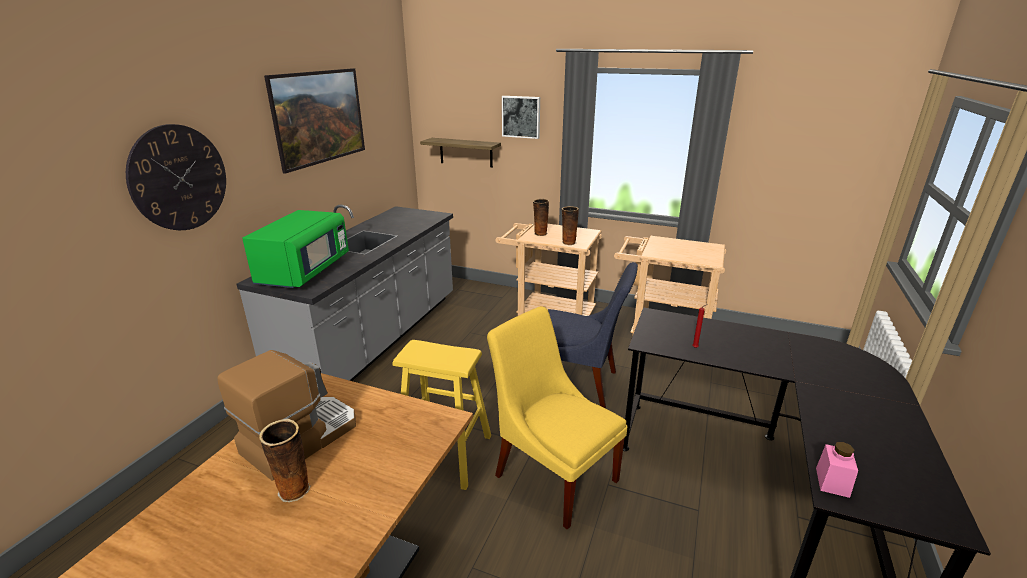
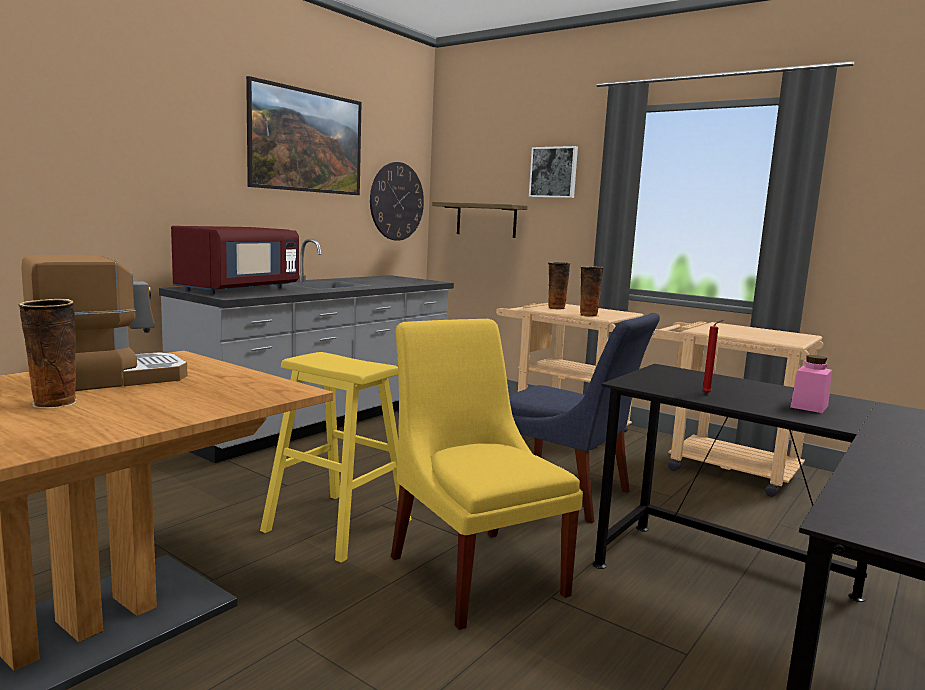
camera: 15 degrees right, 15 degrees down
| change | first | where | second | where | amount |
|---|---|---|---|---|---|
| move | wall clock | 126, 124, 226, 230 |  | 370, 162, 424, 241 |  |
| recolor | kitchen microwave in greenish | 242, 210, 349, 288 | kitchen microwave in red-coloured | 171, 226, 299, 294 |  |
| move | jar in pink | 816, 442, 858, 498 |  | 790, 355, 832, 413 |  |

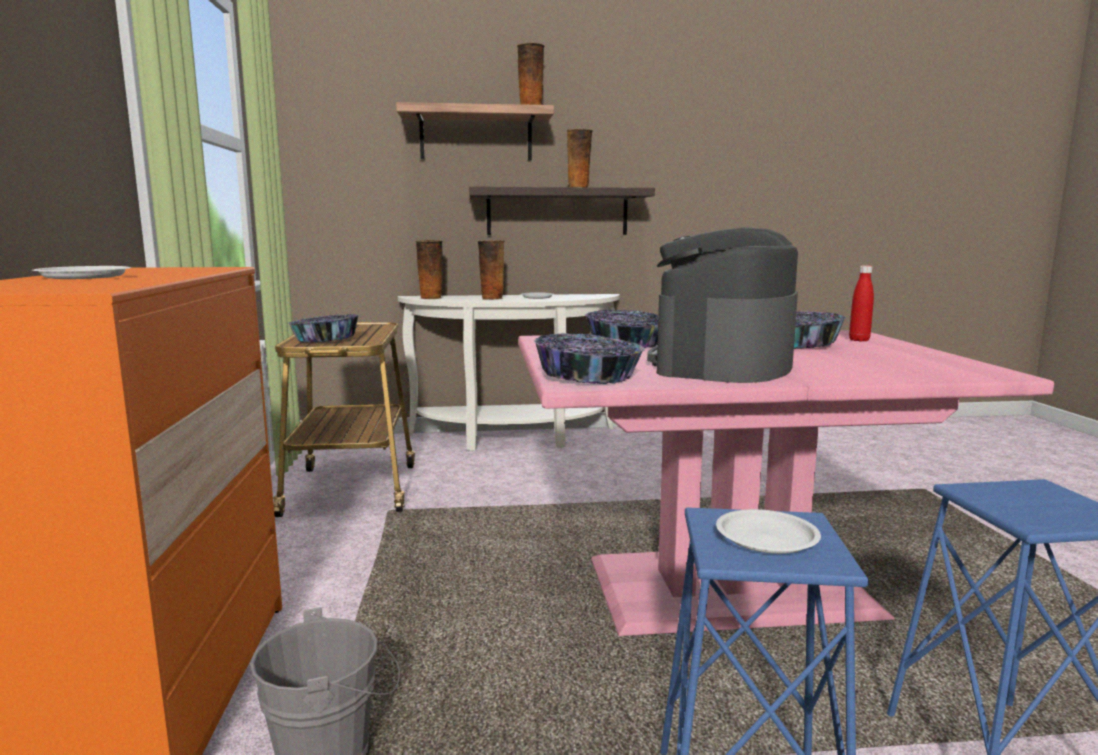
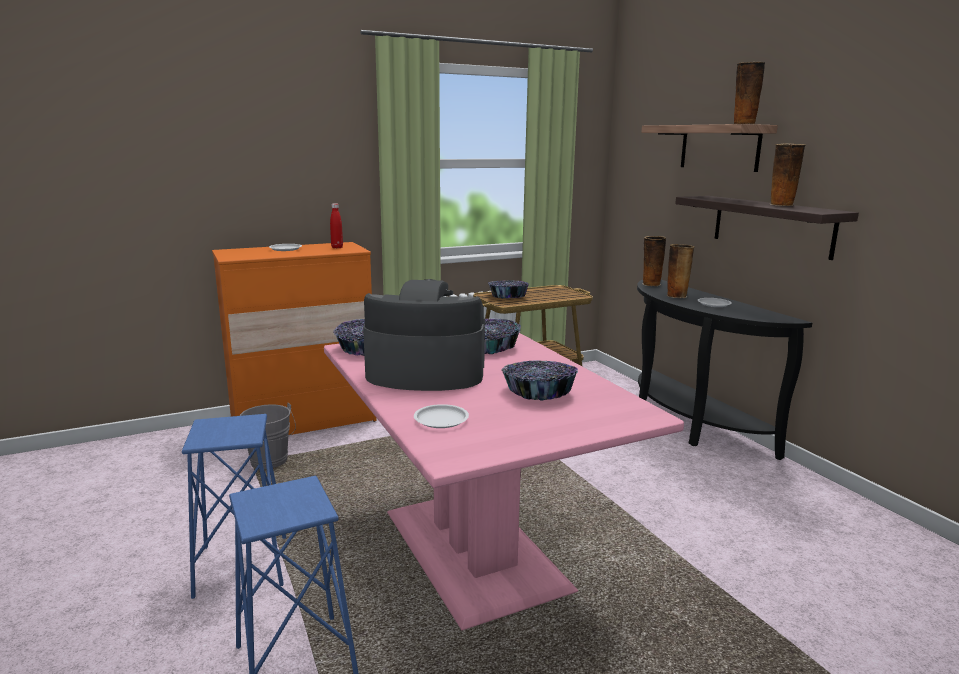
camera: 70 degrees right, 5 degrees up
| change | first | where | second | where | amount |
|---|---|---|---|---|---|
| recolor | console table in white | 398, 294, 620, 451 | console table in black | 637, 280, 812, 460 |  |
| move | plate in white | 716, 509, 821, 554 |  | 414, 404, 469, 428 |  |
| move | bottle in red-coloured | 849, 266, 874, 341 |  | 330, 203, 343, 248 |  |

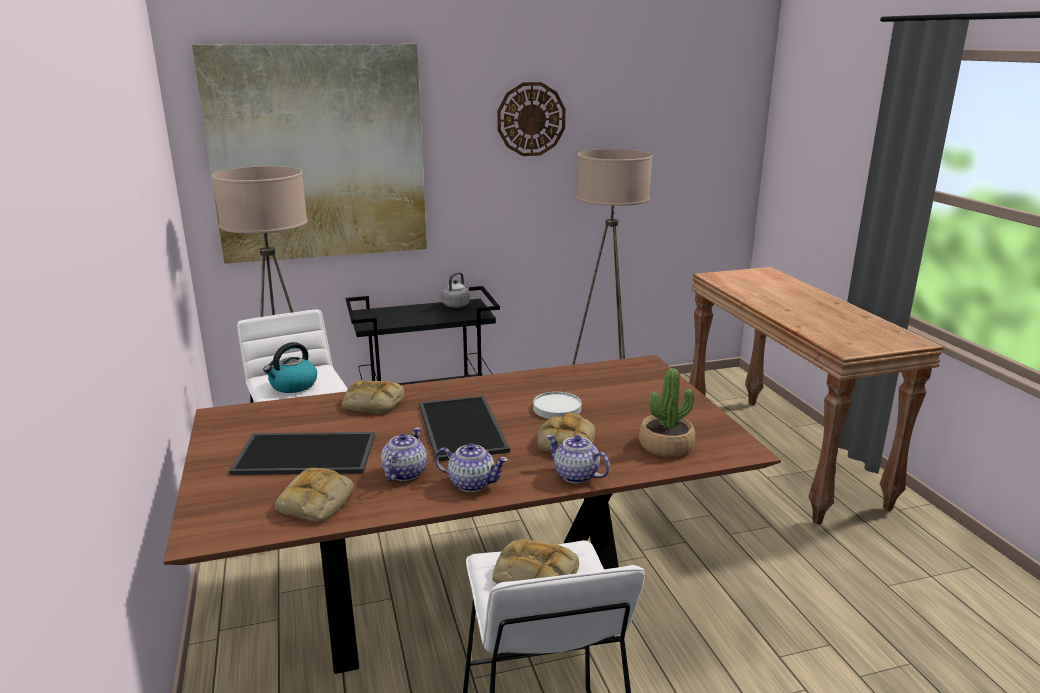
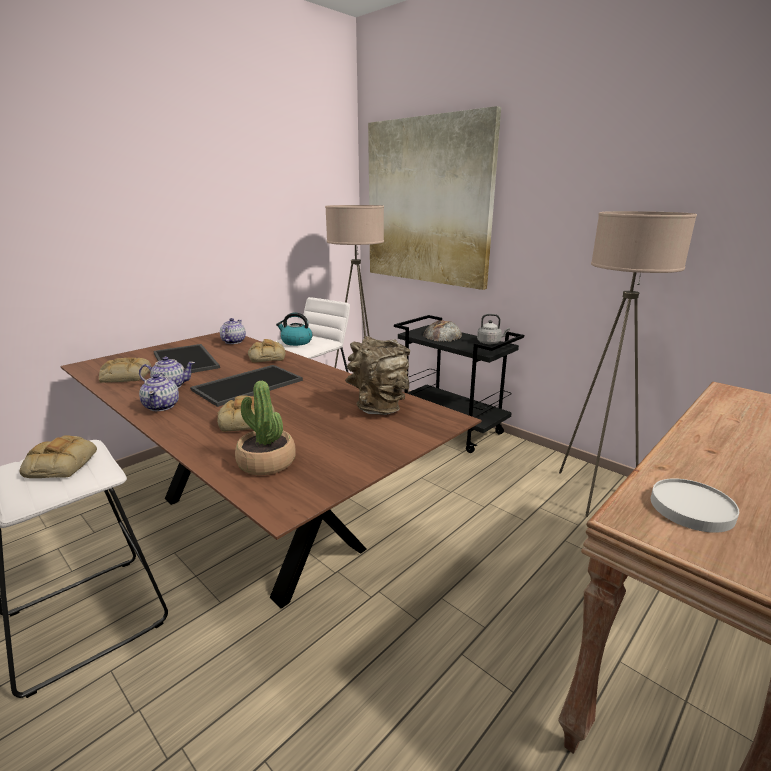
camera: 60 degrees right, 0 degrees up
| change | first | where | second | where | amount |
|---|---|---|---|---|---|
| delete | wall clock | 497, 82, 566, 156 |  |  |  |
| move | plate in white | 533, 392, 582, 419 |  | 651, 478, 739, 533 |  |
| move | teapot | 546, 435, 610, 484 |  | 220, 318, 246, 344 |  |
| insert |  |  | decorative vase in brownish | 345, 336, 410, 415 |  |
| insert |  |  | bakery bread | 423, 320, 462, 342 |  |

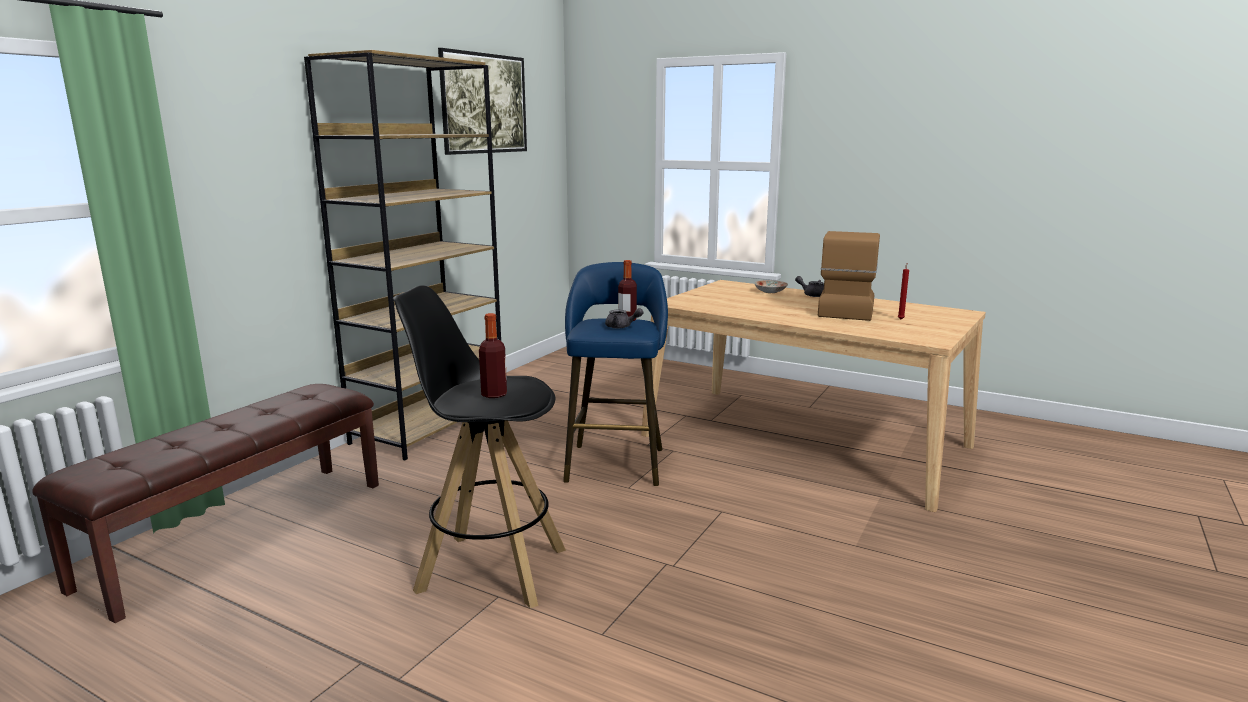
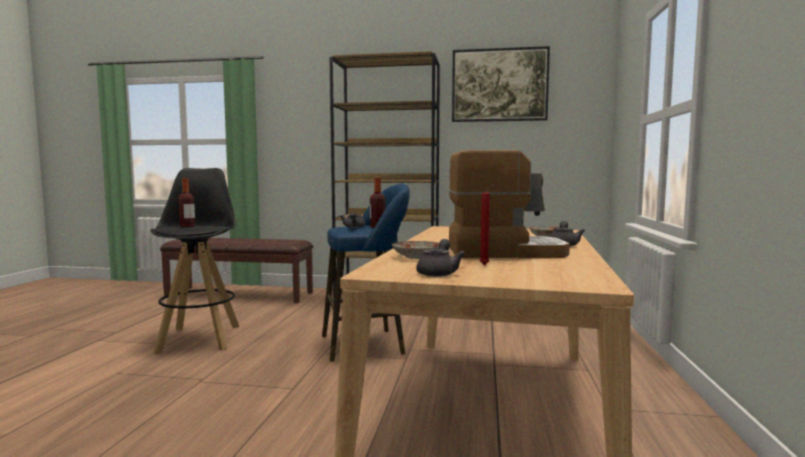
camera: 70 degrees right, 10 degrees down
| change | first | where | second | where | amount |
|---|---|---|---|---|---|
| insert |  |  | plate | 392, 241, 439, 259 |  |
| insert |  |  | teapot in greyish | 416, 239, 465, 277 |  |

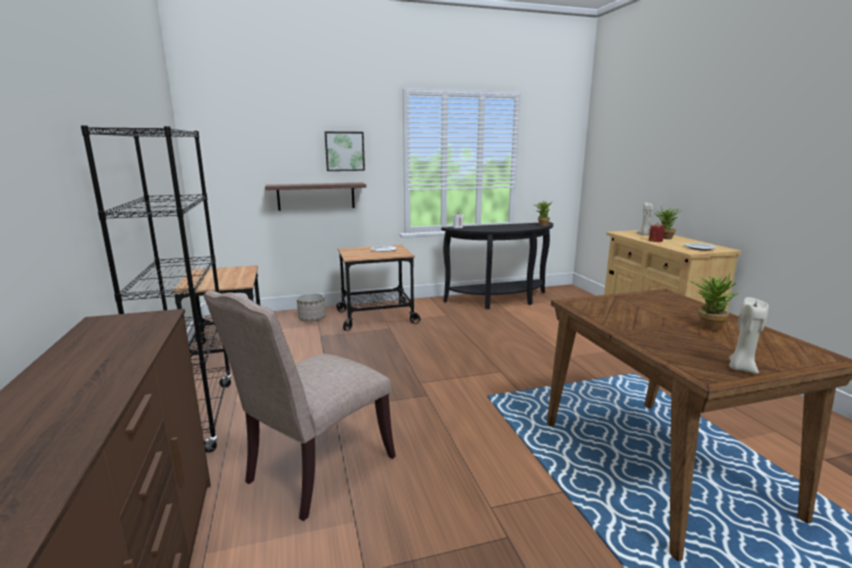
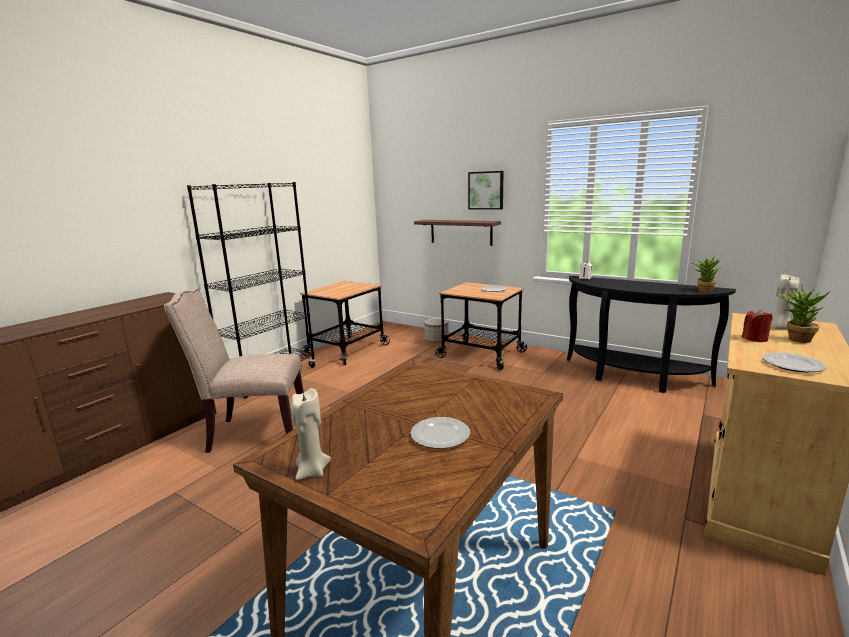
camera: 50 degrees right, 0 degrees up
| change | first | where | second | where | amount |
|---|---|---|---|---|---|
| replace | potted plant | 690, 274, 739, 331 | plate | 411, 417, 470, 449 |  |

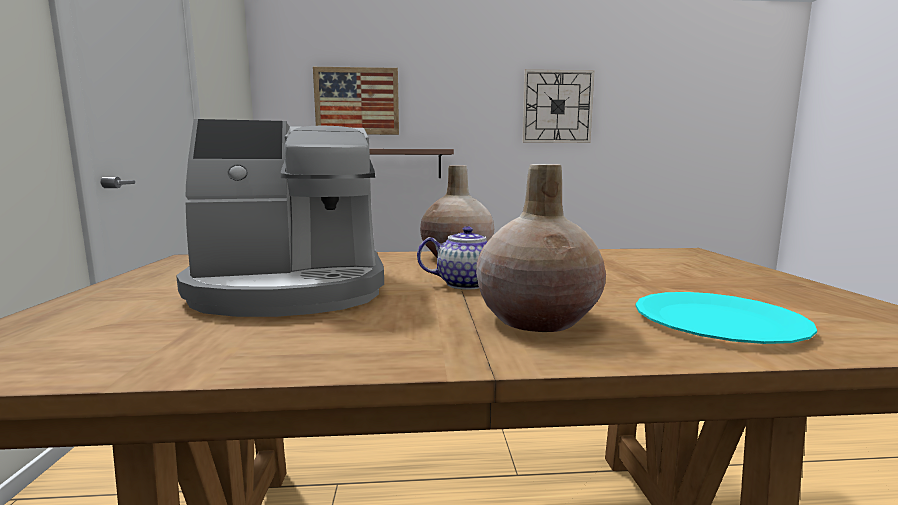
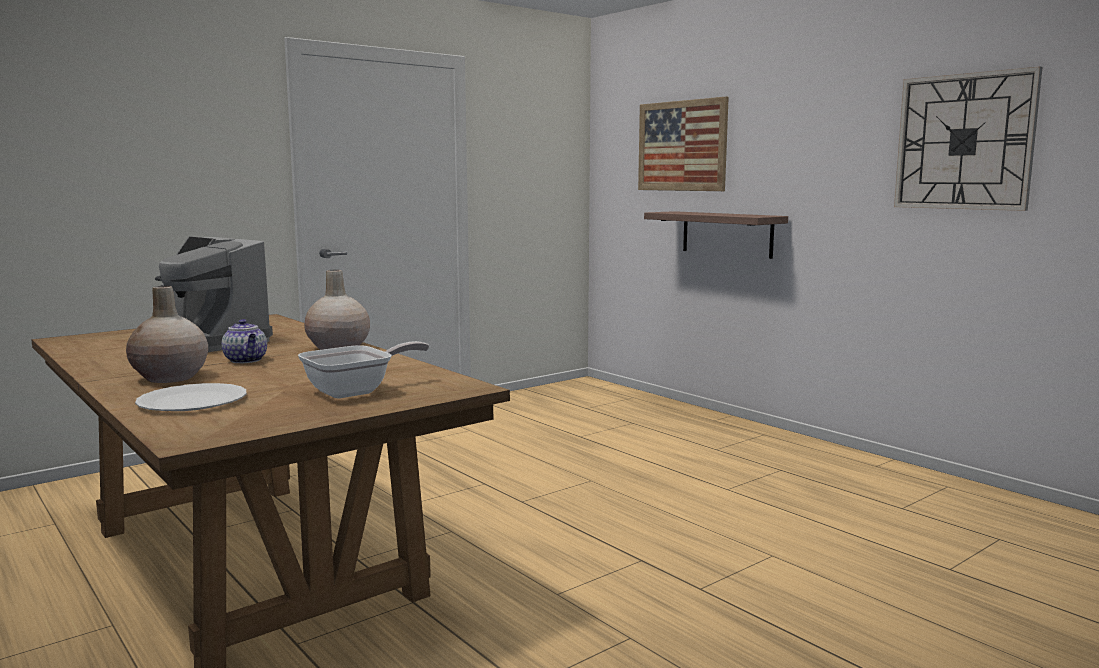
camera: 55 degrees right, 0 degrees up
| change | first | where | second | where | amount |
|---|---|---|---|---|---|
| recolor | plate in blue-green | 635, 292, 817, 344 | plate in white | 135, 383, 247, 411 |  |
| insert |  |  | skillet | 298, 341, 429, 398 |  |

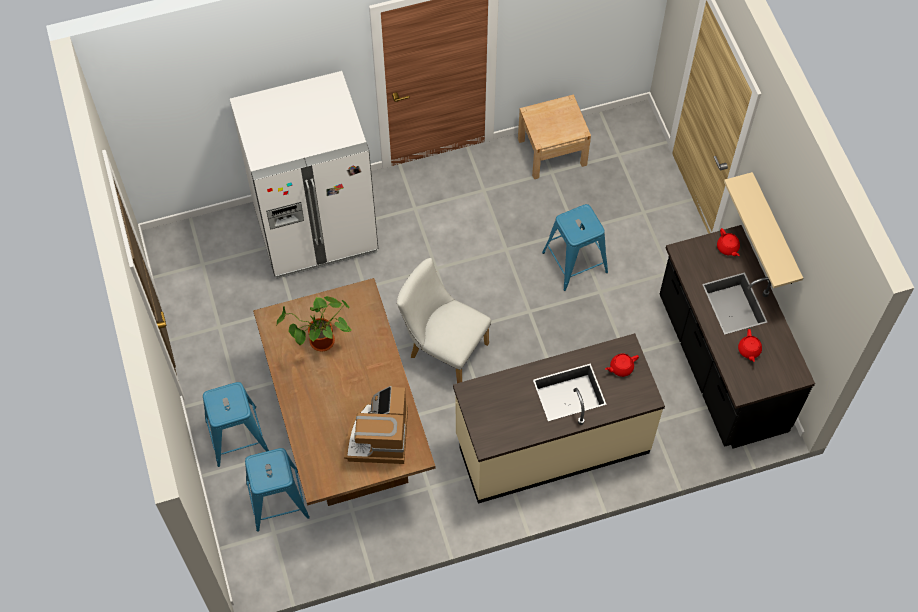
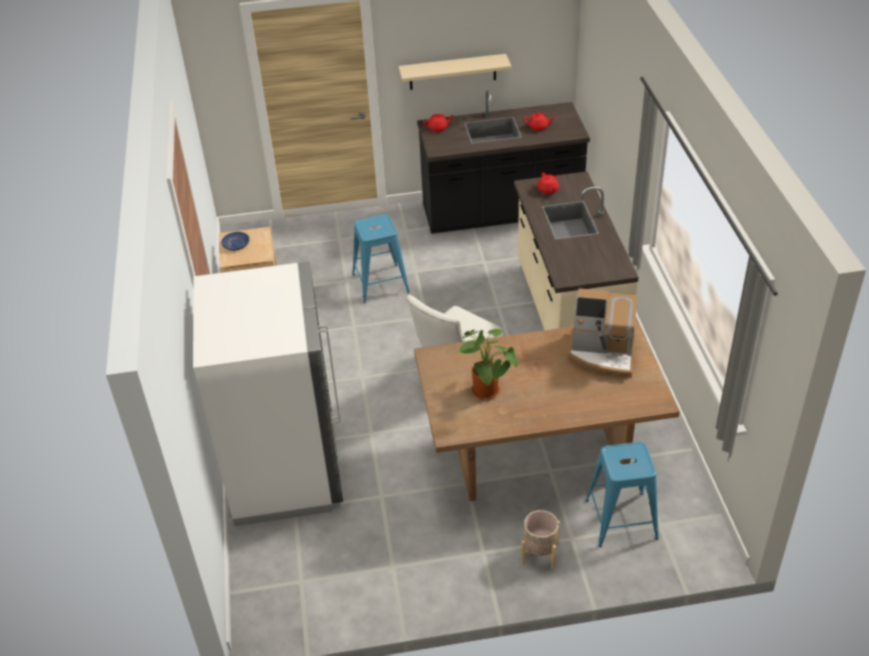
camera: 80 degrees left, 20 degrees down
| change | first | where | second | where | amount |
|---|---|---|---|---|---|
| replace | stool in blue | 203, 382, 269, 467 | planter in sand-coloured | 521, 510, 560, 570 |  |
| insert |  |  | plate in blue | 221, 232, 249, 251 |  |

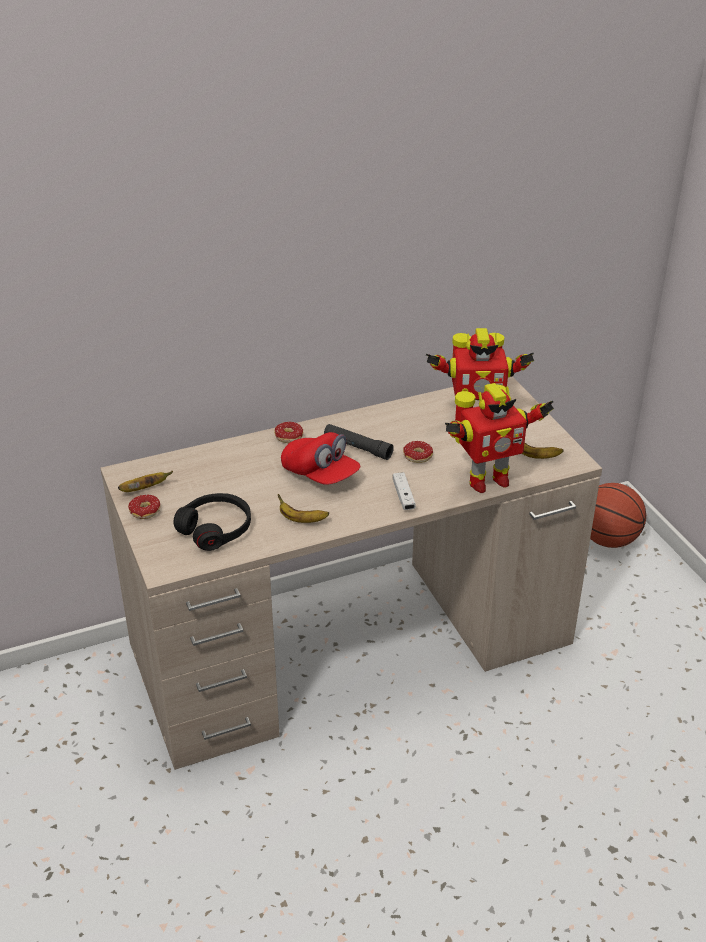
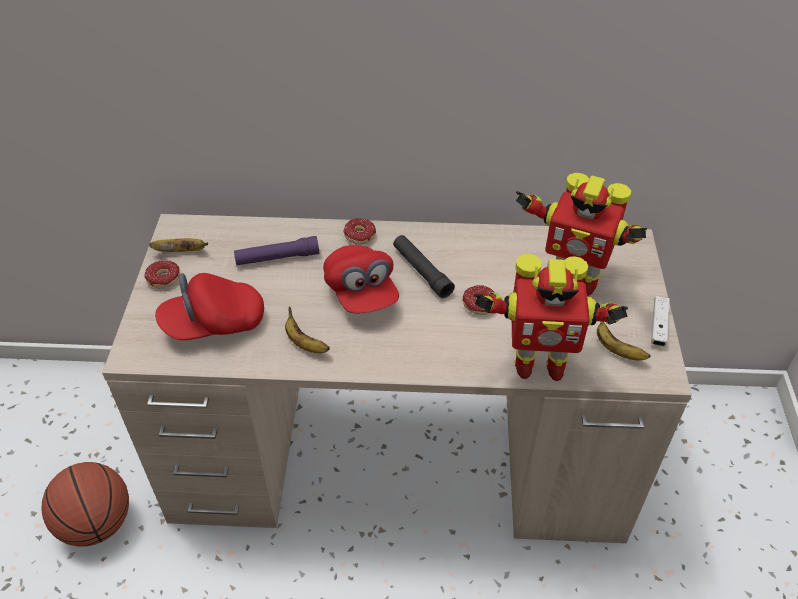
camera: 25 degrees right, 10 degrees up
| change | first | where | second | where | amount |
|---|---|---|---|---|---|
| replace | headset in black | 173, 493, 251, 551 | peaked cap in red-coloured | 155, 273, 264, 340 |  |
| move | joypad in white | 393, 472, 416, 510 |  | 651, 296, 670, 346 |  |
| move | basketball | 590, 483, 646, 548 |  | 42, 462, 129, 547 |  |
| insert |  |  | torch in purplish | 234, 236, 319, 265 |  |

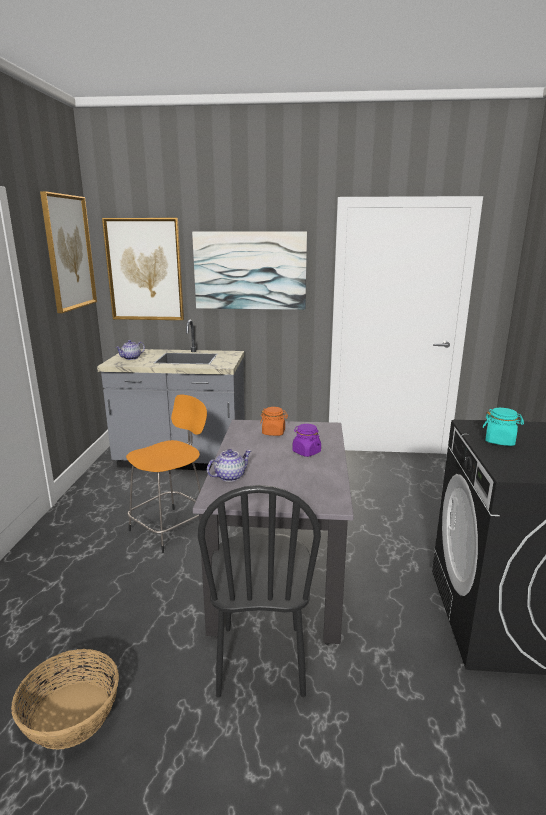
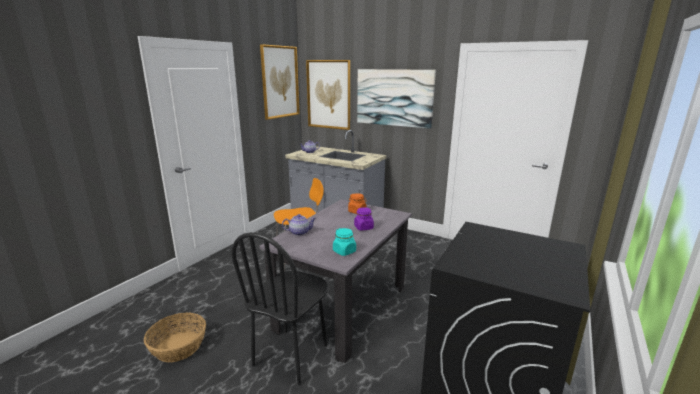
camera: 25 degrees right, 0 degrees up
| change | first | where | second | where | amount |
|---|---|---|---|---|---|
| move | jar in blue-green | 483, 408, 524, 446 |  | 333, 228, 356, 256 |  |

